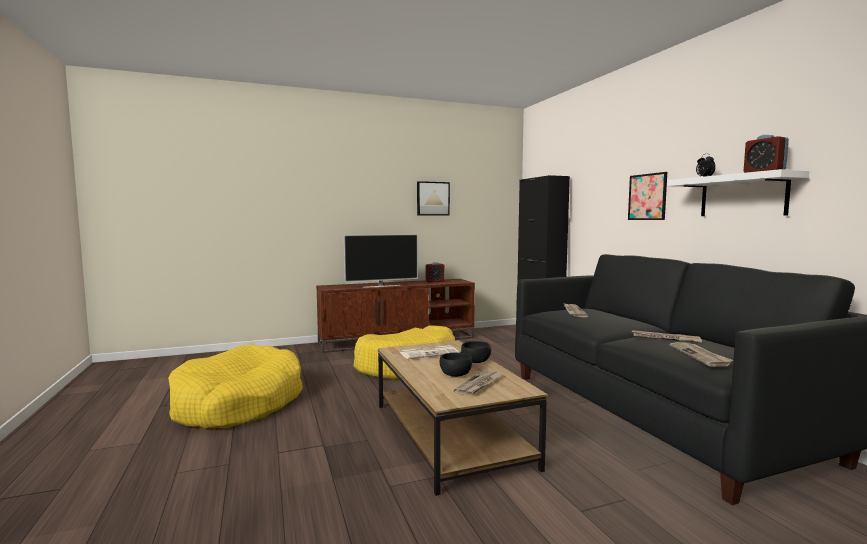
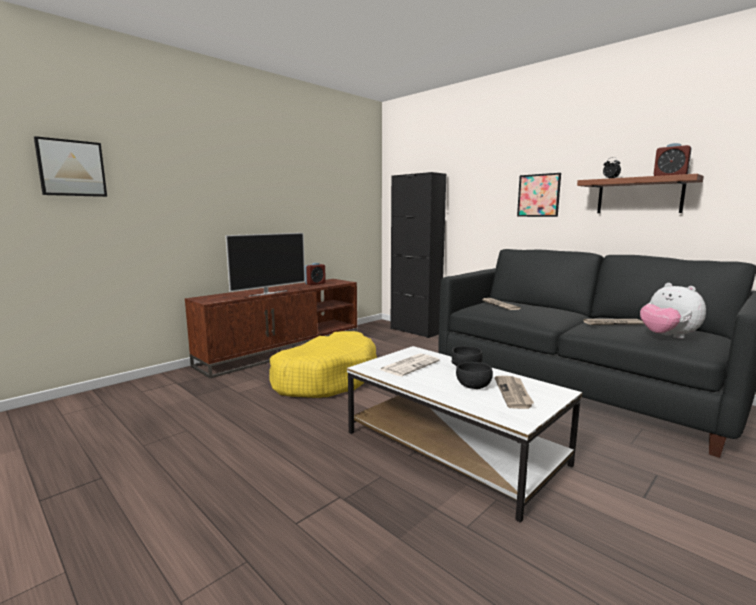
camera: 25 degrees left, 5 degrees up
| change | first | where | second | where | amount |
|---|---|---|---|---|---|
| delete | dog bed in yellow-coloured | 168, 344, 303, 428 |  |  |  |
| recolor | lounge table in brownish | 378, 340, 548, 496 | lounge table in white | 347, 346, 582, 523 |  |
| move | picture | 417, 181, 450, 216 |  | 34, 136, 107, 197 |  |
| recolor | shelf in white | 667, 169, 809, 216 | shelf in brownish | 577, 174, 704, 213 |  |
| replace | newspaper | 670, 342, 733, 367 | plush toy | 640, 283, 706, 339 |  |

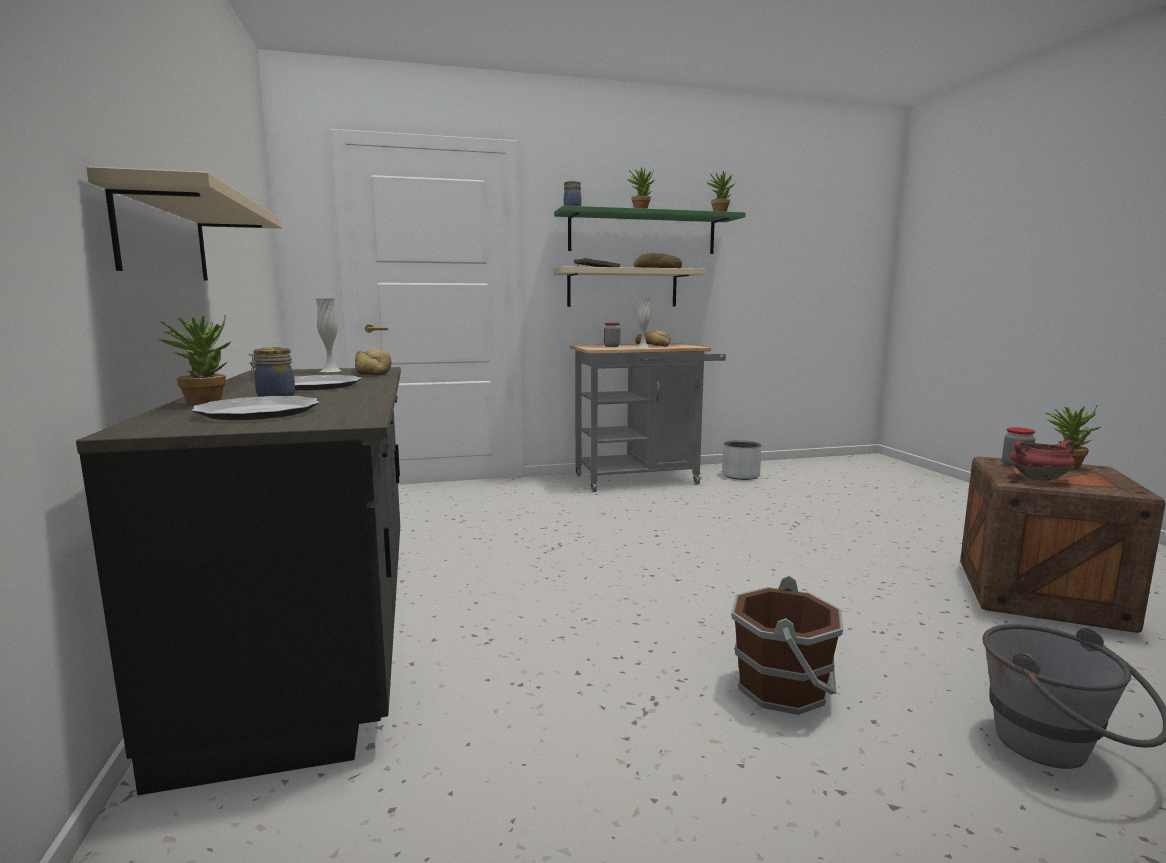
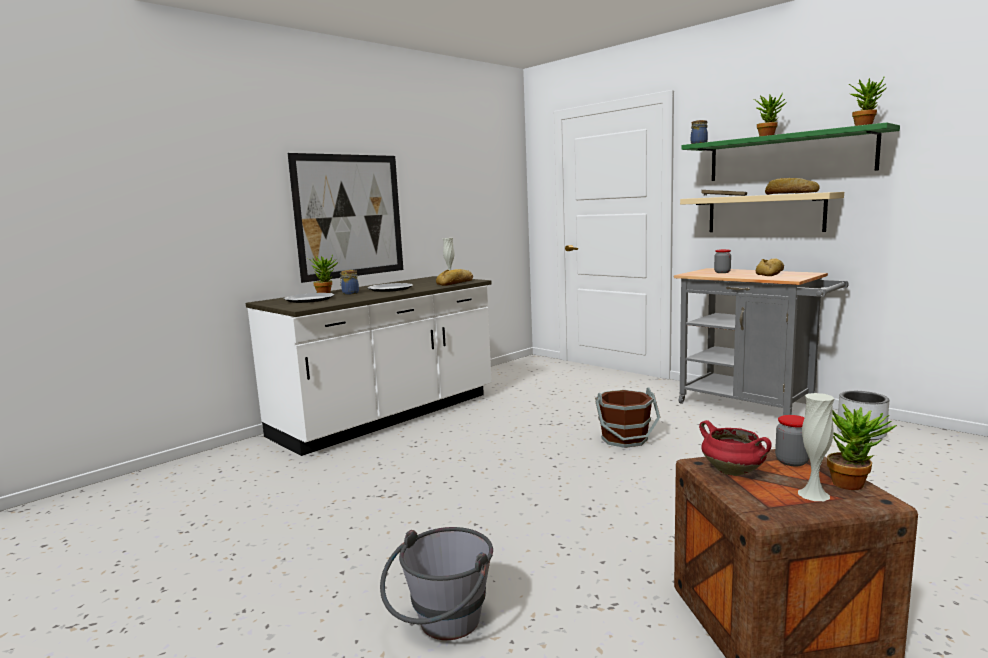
camera: 60 degrees right, 0 degrees up
| change | first | where | second | where | amount |
|---|---|---|---|---|---|
| recolor | kitchen base unit in black | 76, 367, 401, 795 | kitchen base unit in white | 246, 276, 492, 456 |  |
| replace | shelf in sand-coloured | 86, 167, 282, 281 | picture | 288, 153, 403, 283 |  |
| move | decorative vase in white | 637, 298, 650, 348 |  | 798, 393, 835, 501 |  |
| move | water bucket in brownish | 731, 576, 843, 715 |  | 595, 388, 660, 448 |  |

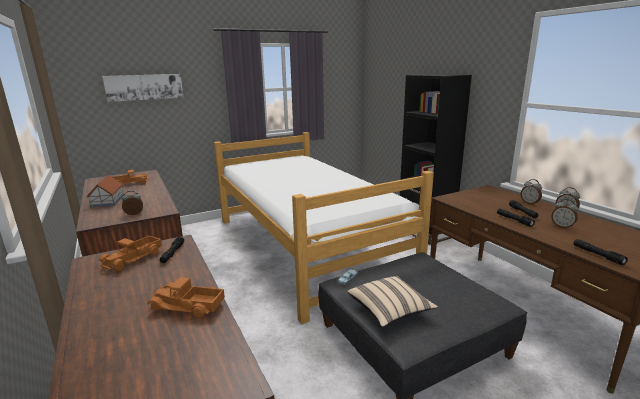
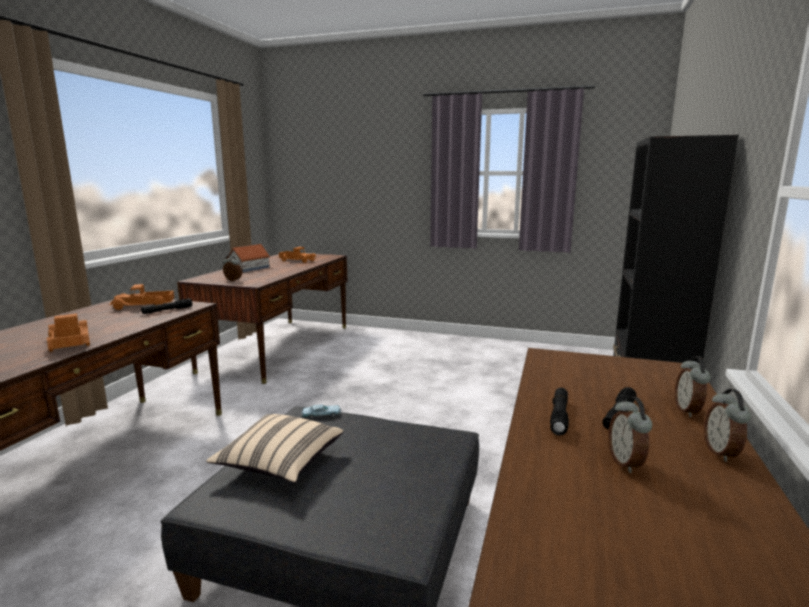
camera: 45 degrees right, 5 degrees down
| change | first | where | second | where | amount |
|---|---|---|---|---|---|
| delete | picture | 102, 74, 184, 102 |  |  |  |
| delete | bed | 214, 132, 434, 324 |  |  |  |
| delete | torch in black | 574, 239, 628, 265 |  |  |  |

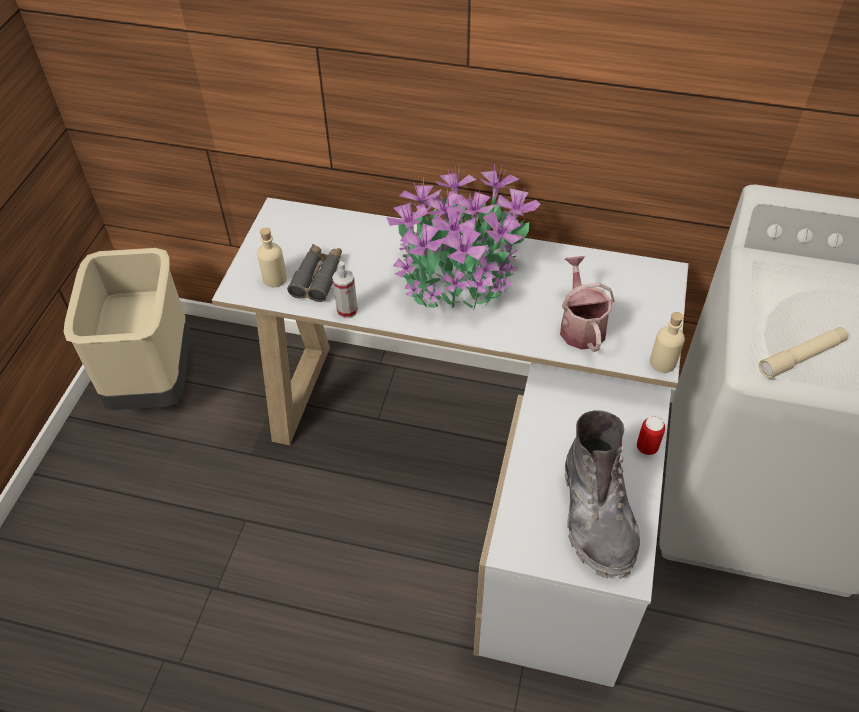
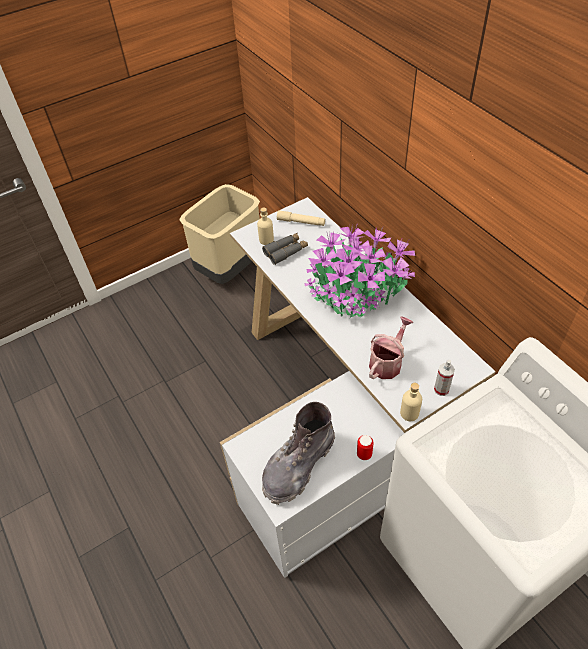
camera: 45 degrees right, 0 degrees up
| change | first | where | second | where | amount |
|---|---|---|---|---|---|
| move | sprayer | 332, 261, 358, 318 |  | 434, 359, 455, 396 |  |
| move | torch in sand-coloured | 759, 327, 848, 379 |  | 277, 210, 325, 226 |  |

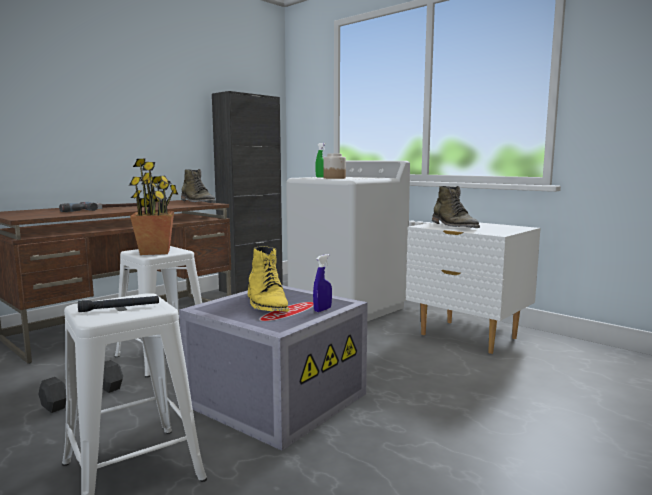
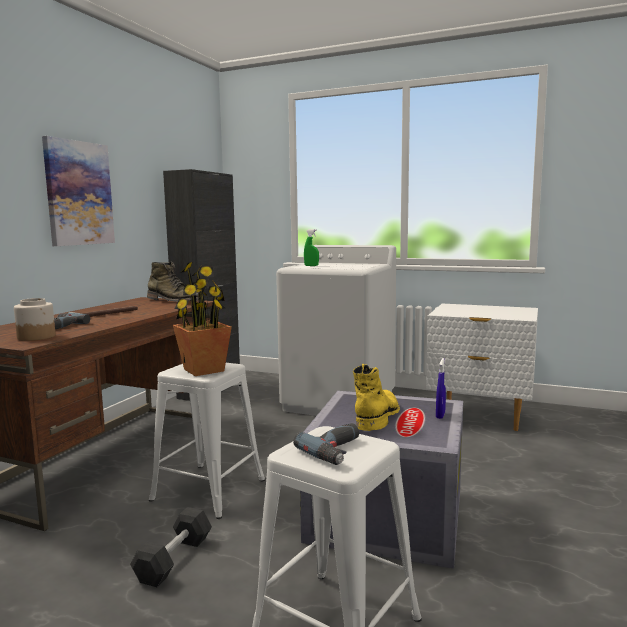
camera: 20 degrees left, 0 degrees up
| change | first | where | second | where | amount |
|---|---|---|---|---|---|
| replace | torch in black | 78, 296, 159, 312 | drill | 293, 423, 359, 465 |  |
| rotate | tall boot in yellow-coloured | 248, 246, 289, 312 |  | 353, 364, 400, 431 | 120 degrees counterclockwise |
| move | jar | 323, 154, 346, 179 |  | 14, 298, 56, 341 |  |
| delete | tall boot in greenish | 432, 186, 480, 228 |  |  |  |
| insert |  |  | picture | 42, 136, 115, 246 |  |

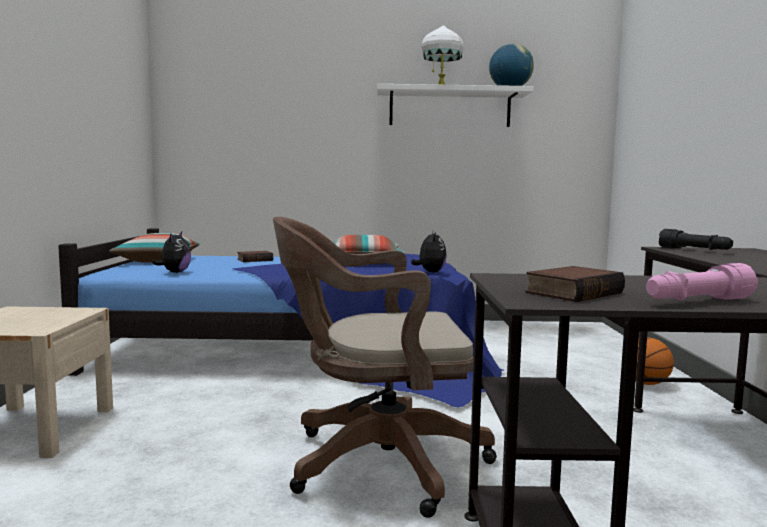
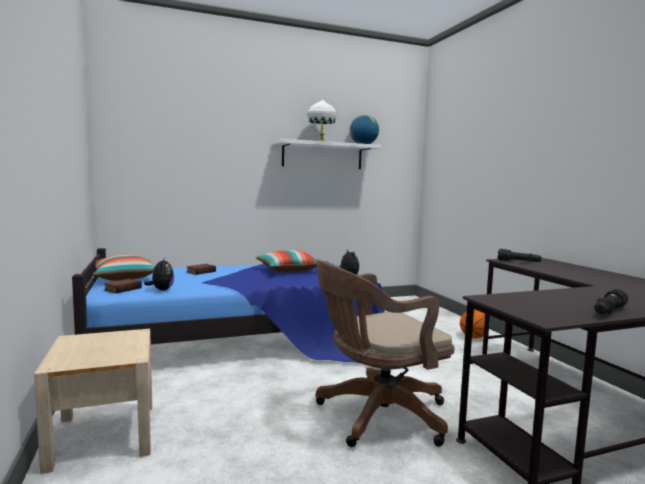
camera: 20 degrees left, 0 degrees up
| change | first | where | second | where | amount |
|---|---|---|---|---|---|
| move | bound book | 526, 266, 625, 302 |  | 104, 279, 142, 293 |  |
| recolor | torch in pink | 646, 263, 758, 301 | torch in black | 594, 289, 628, 314 |  |

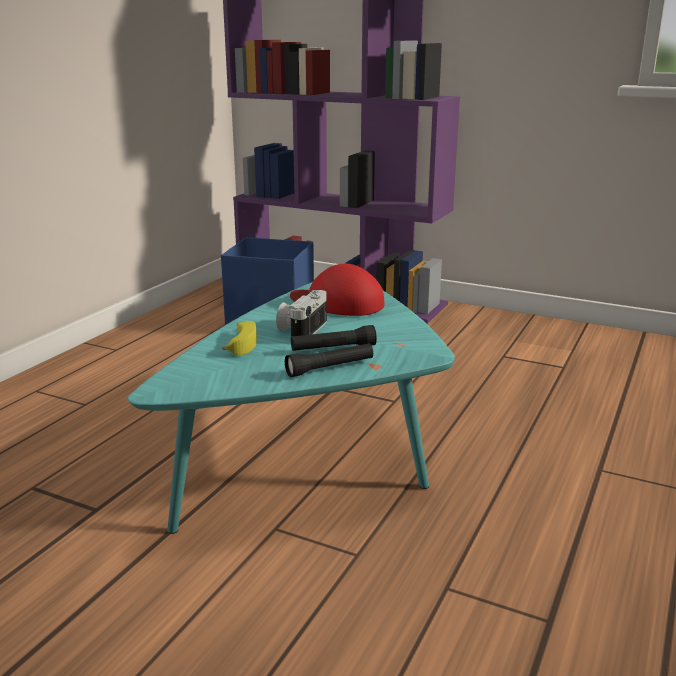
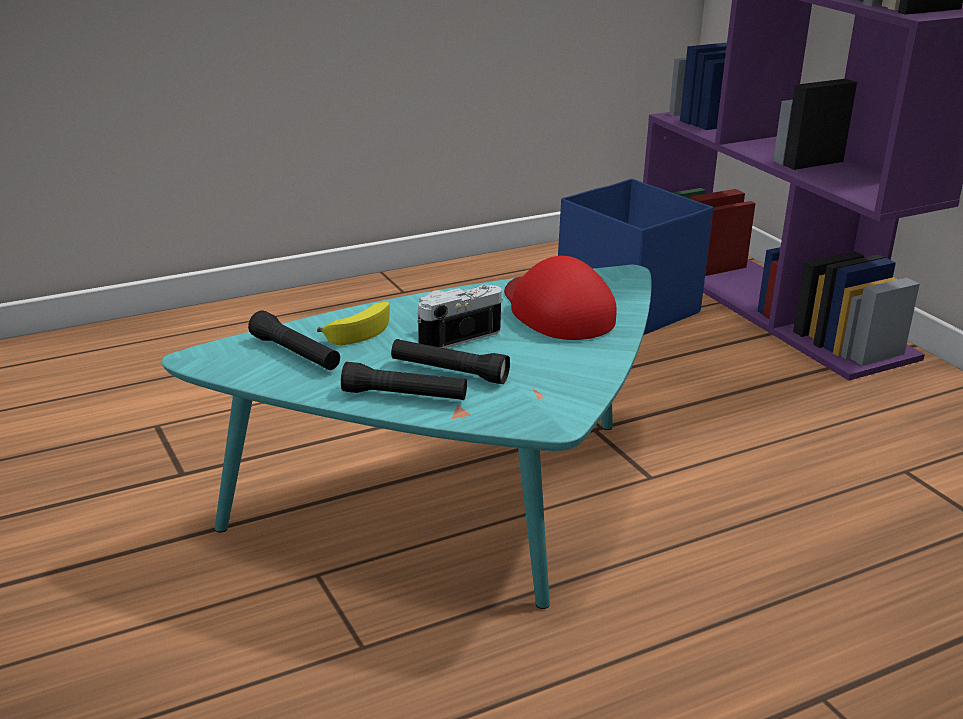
camera: 35 degrees right, 5 degrees up
| change | first | where | second | where | amount |
|---|---|---|---|---|---|
| insert |  |  | torch in black | 248, 310, 340, 370 |  |

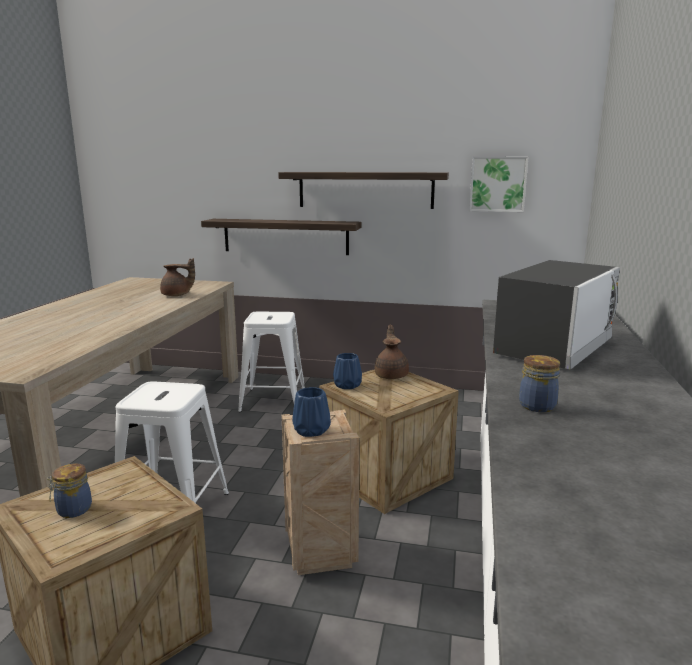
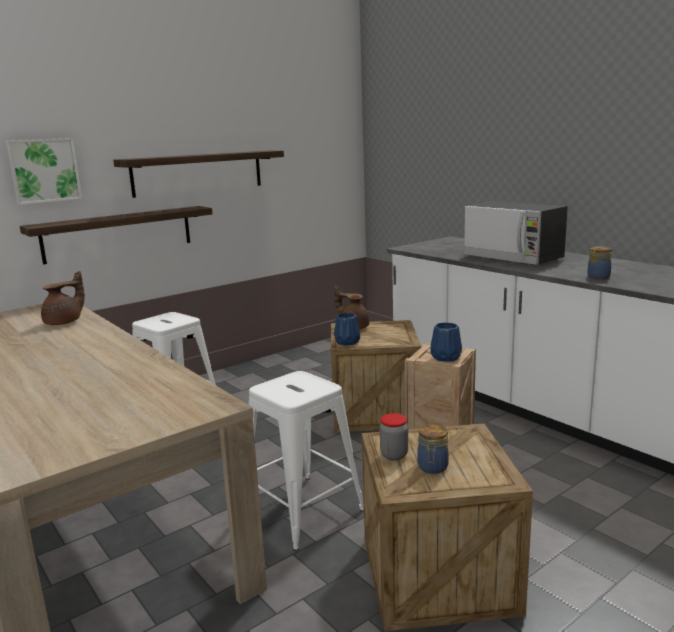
camera: 50 degrees left, 0 degrees up
| change | first | where | second | where | amount |
|---|---|---|---|---|---|
| move | picture | 469, 156, 529, 212 |  | 6, 138, 82, 205 |  |
| rotate | kitchen microwave | 493, 260, 620, 369 |  | 464, 201, 568, 265 | 150 degrees clockwise |
| insert |  |  | jar | 380, 413, 408, 460 |  |

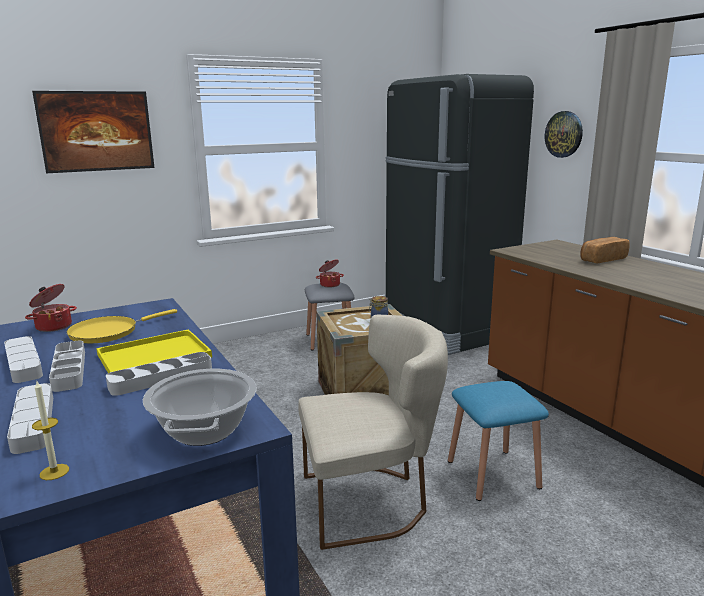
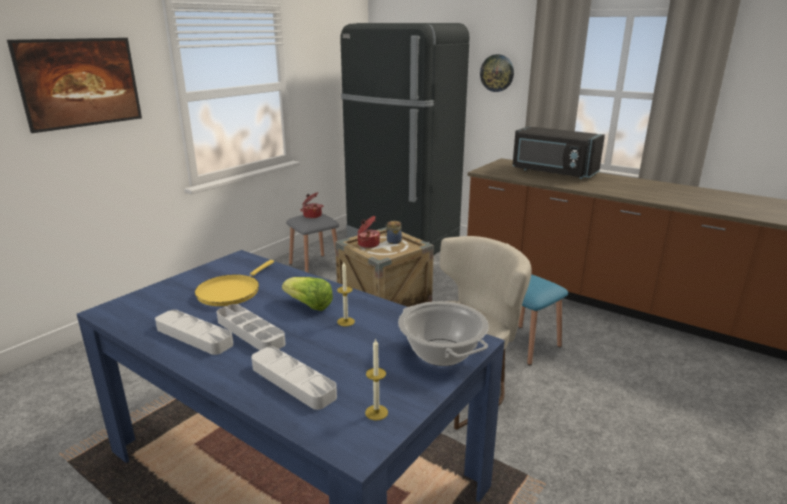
camera: 25 degrees left, 5 degrees up
| change | first | where | second | where | amount |
|---|---|---|---|---|---|
| move | saucepot | 25, 284, 77, 332 |  | 358, 216, 380, 248 |  |
| replace | tray in yellow-coloured | 96, 329, 212, 373 | head of lettuce | 282, 277, 333, 311 |  |
| replace | tray in greyish | 106, 352, 212, 396 | candle | 337, 262, 355, 326 |  |
| replace | bakery bread | 580, 237, 630, 263 | kitchen microwave in black | 512, 126, 605, 179 |  |

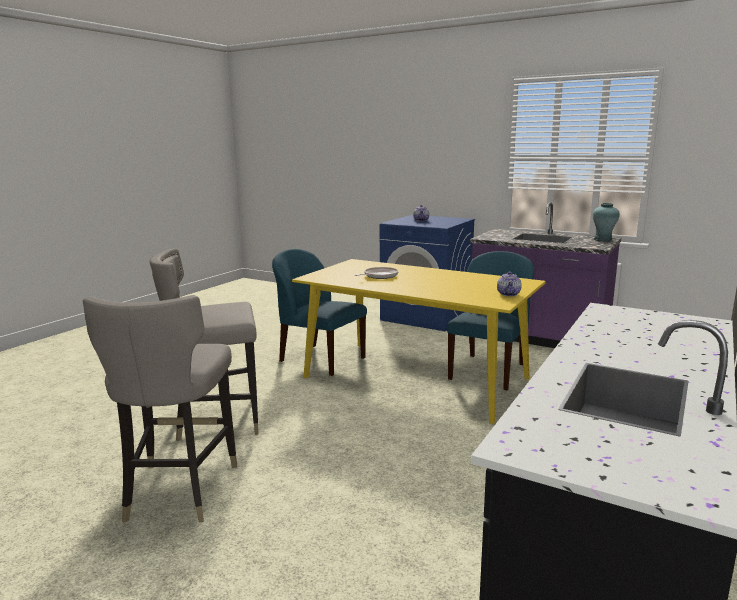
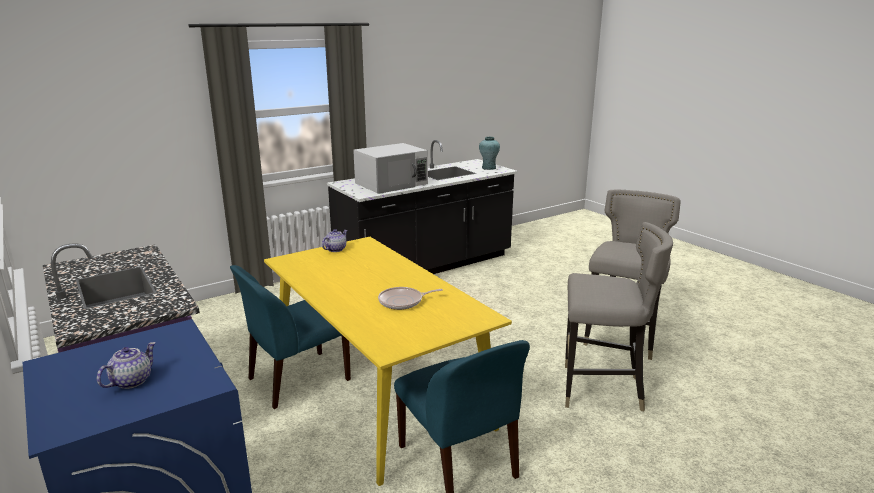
camera: 155 degrees left, 5 degrees up
| change | first | where | second | where | amount |
|---|---|---|---|---|---|
| move | decorative vase in blue-green | 593, 203, 620, 242 |  | 479, 137, 500, 170 |  |
| insert |  |  | kitchen microwave in white | 353, 143, 428, 194 |  |

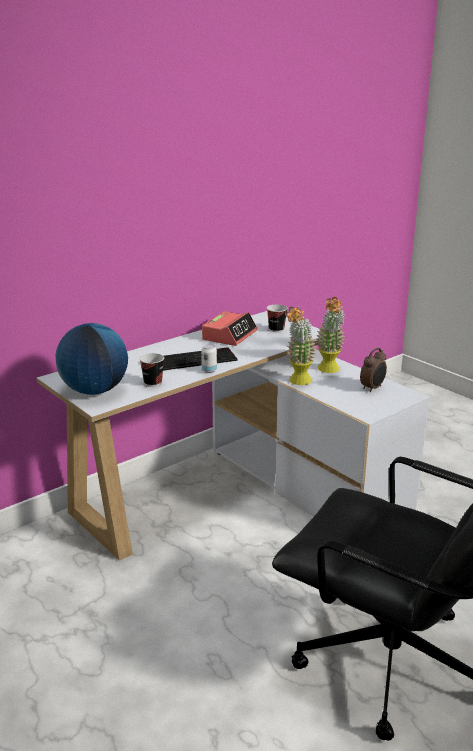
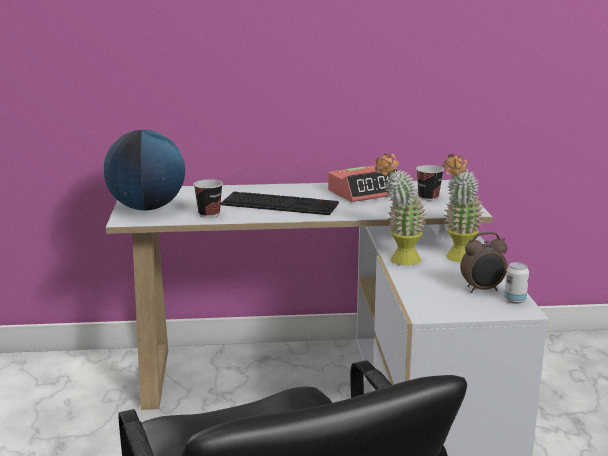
camera: 35 degrees right, 5 degrees down
| change | first | where | second | where | amount |
|---|---|---|---|---|---|
| move | sealed can | 201, 344, 217, 373 |  | 504, 262, 529, 304 |  |

